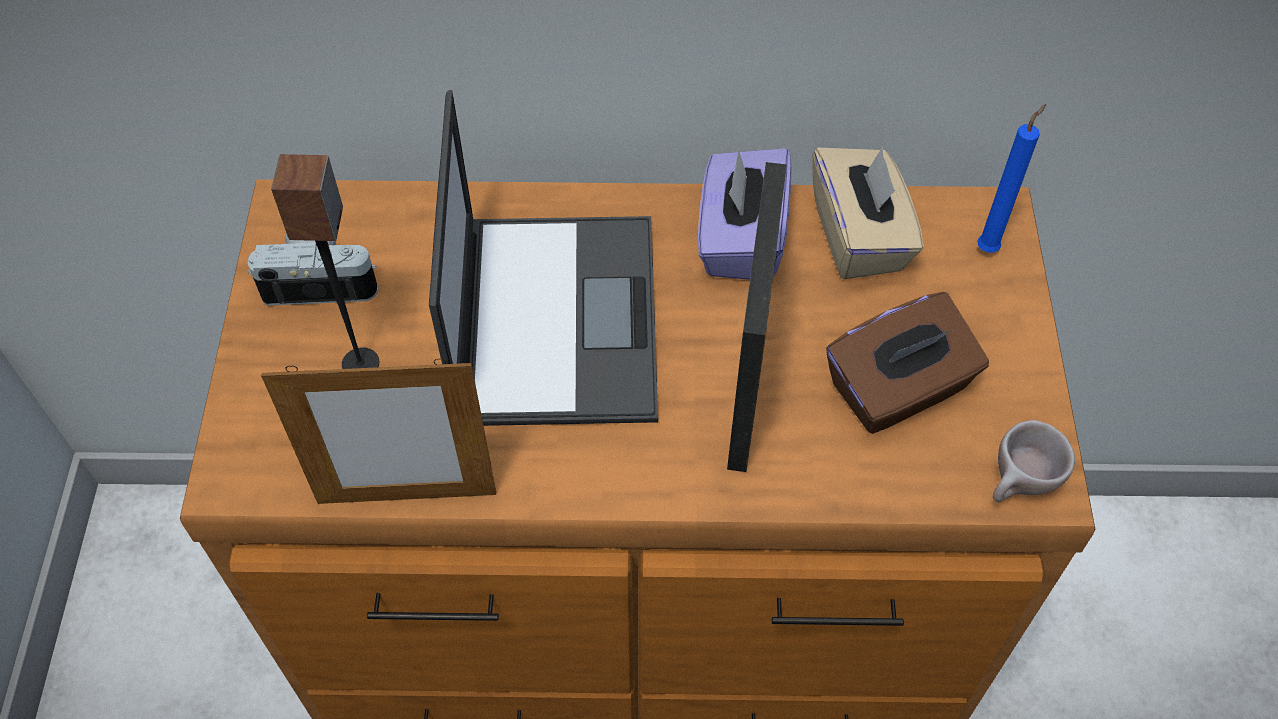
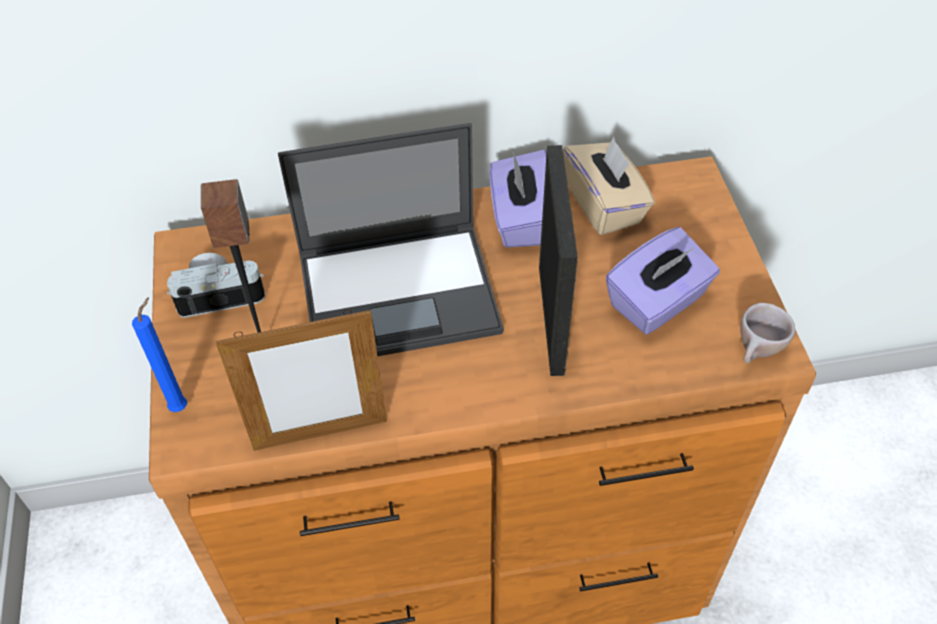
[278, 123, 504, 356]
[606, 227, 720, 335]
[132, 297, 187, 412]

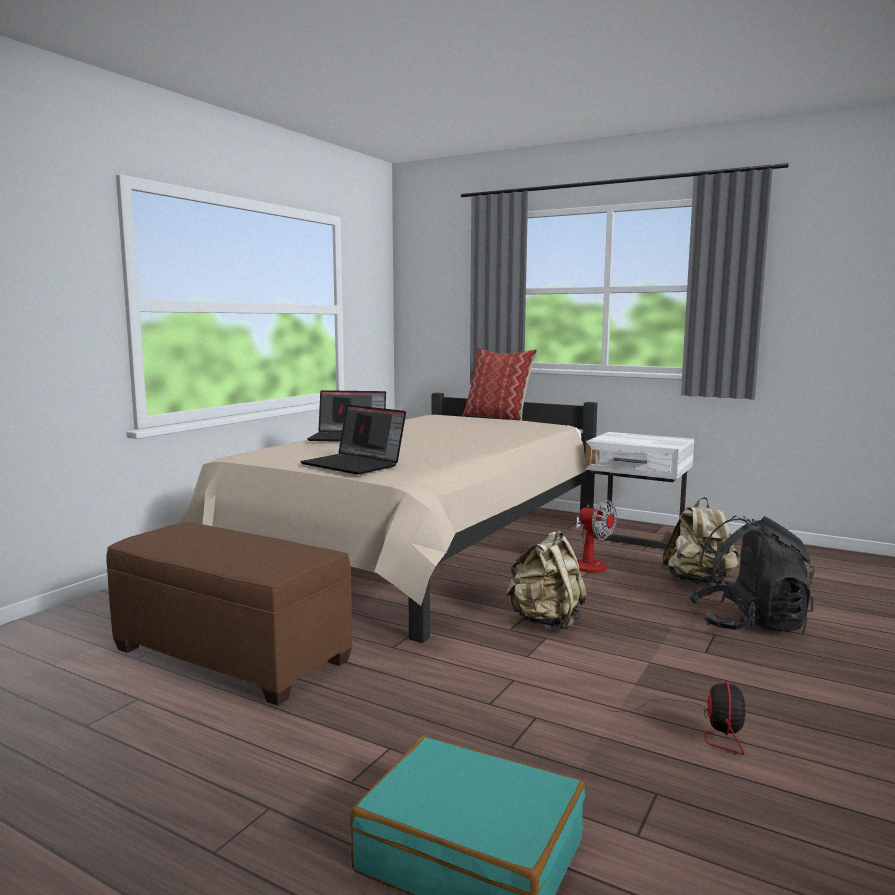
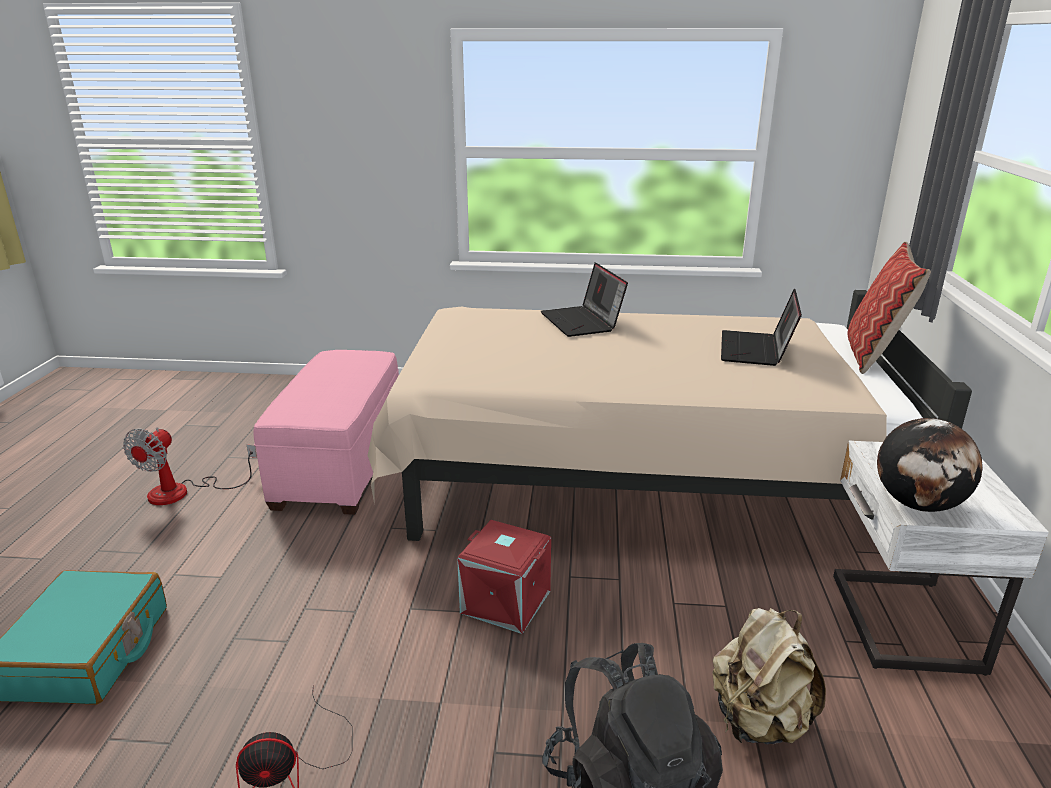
[254, 350, 399, 515]
[721, 289, 802, 366]
[457, 520, 551, 634]
[123, 427, 257, 505]
[877, 418, 983, 512]

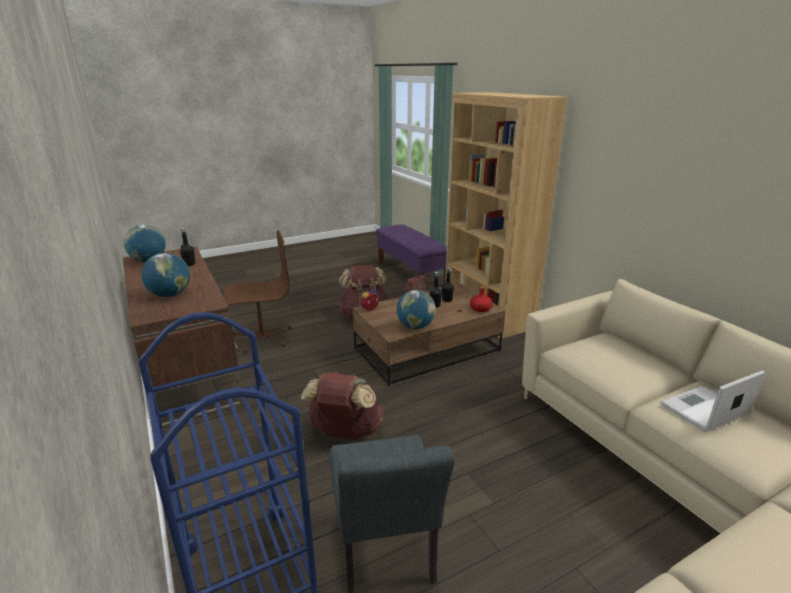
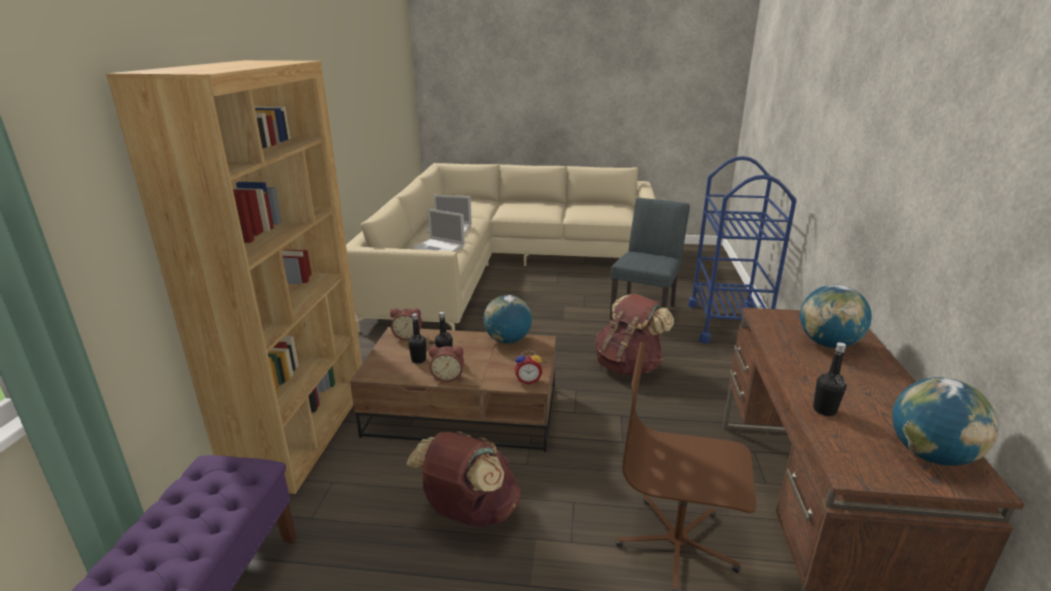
[390, 308, 422, 340]
[411, 209, 465, 252]

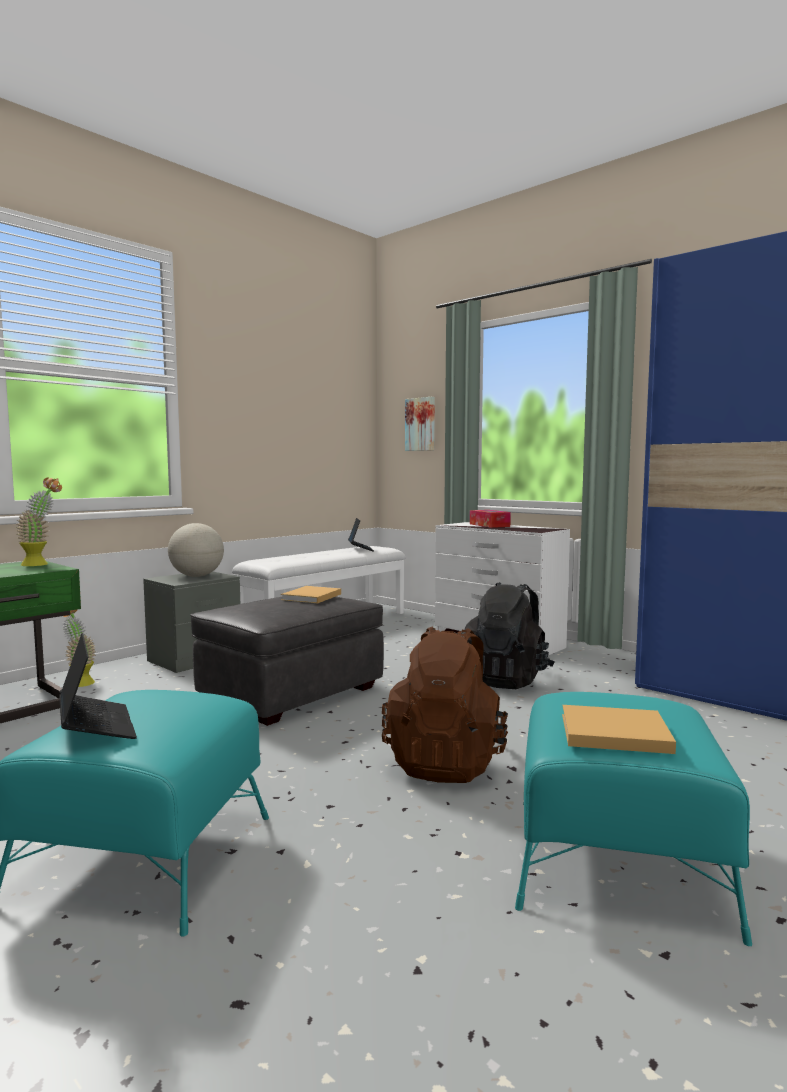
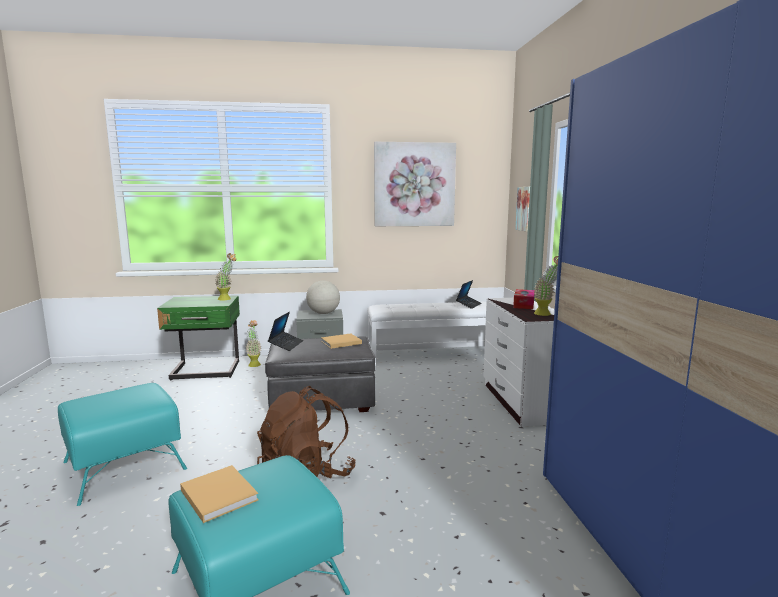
[268, 312, 303, 351]
[464, 582, 555, 689] (first image)
[374, 142, 456, 226]
[534, 256, 558, 316]

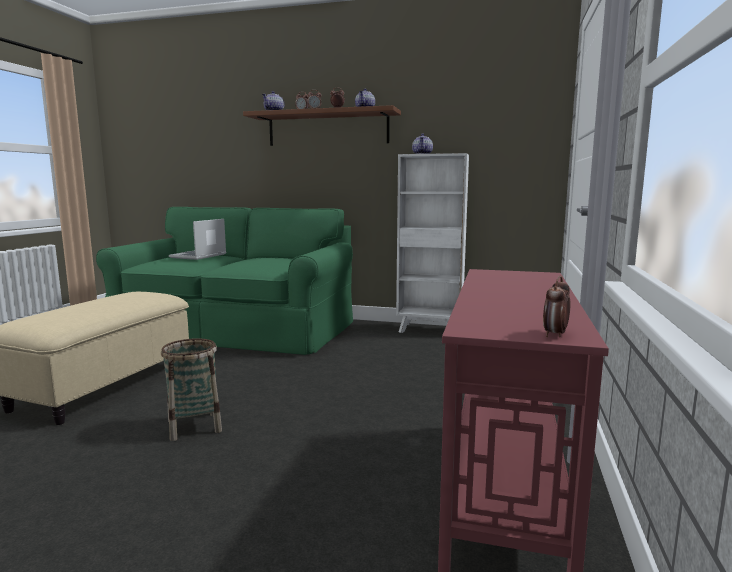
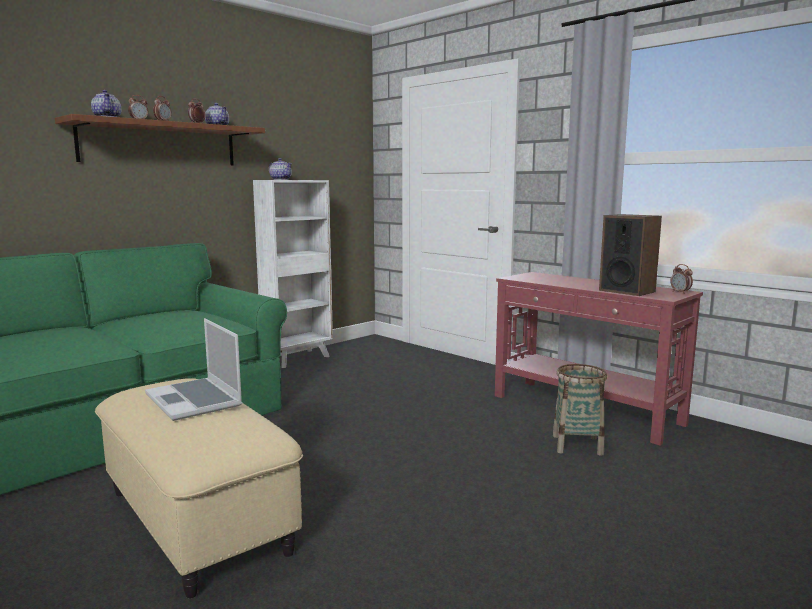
[553, 364, 607, 456]
[145, 318, 242, 421]
[599, 214, 662, 296]

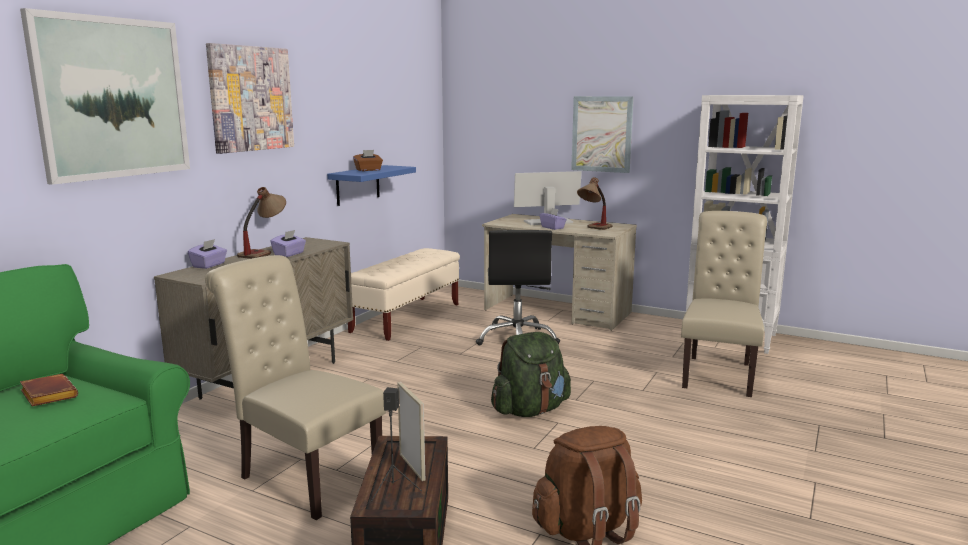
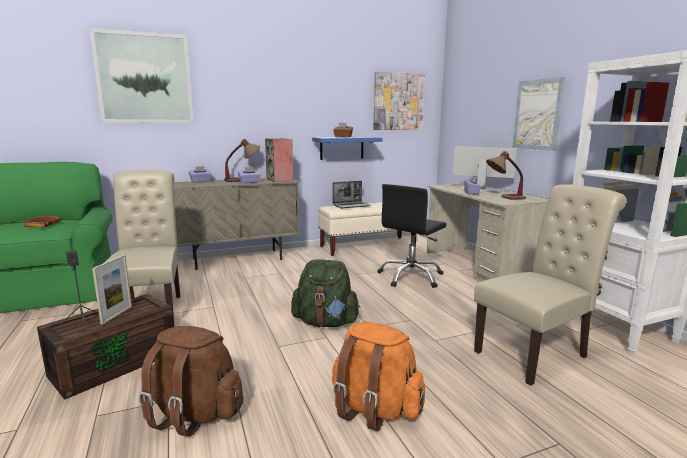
[374, 71, 425, 130]
[265, 138, 293, 182]
[332, 322, 425, 431]
[333, 181, 371, 208]

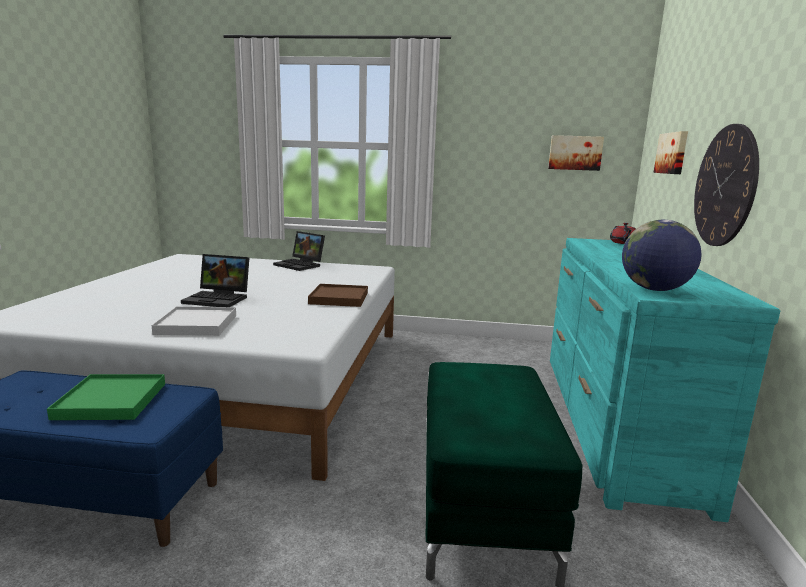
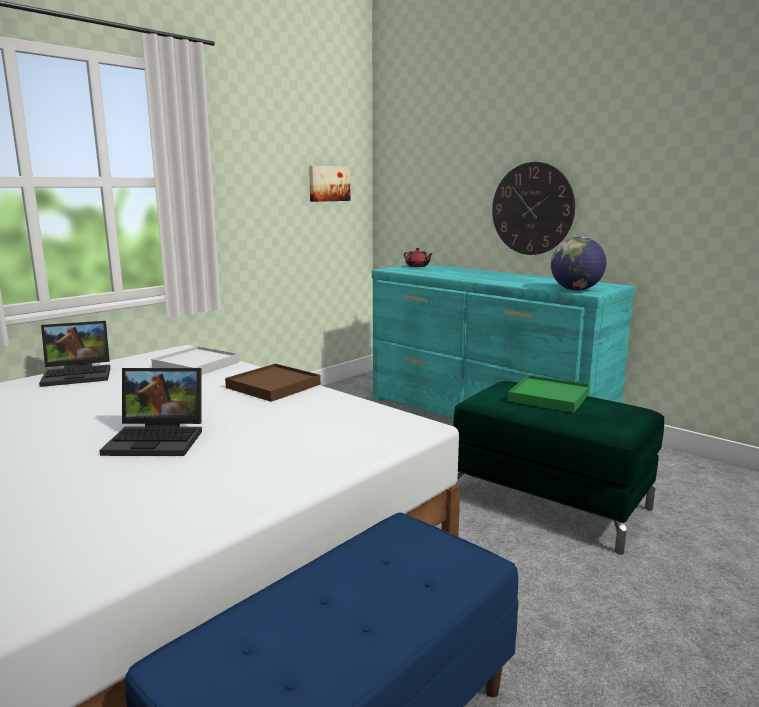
[508, 375, 590, 413]
[151, 346, 239, 375]
[99, 368, 202, 456]
[654, 131, 688, 174] (first image)

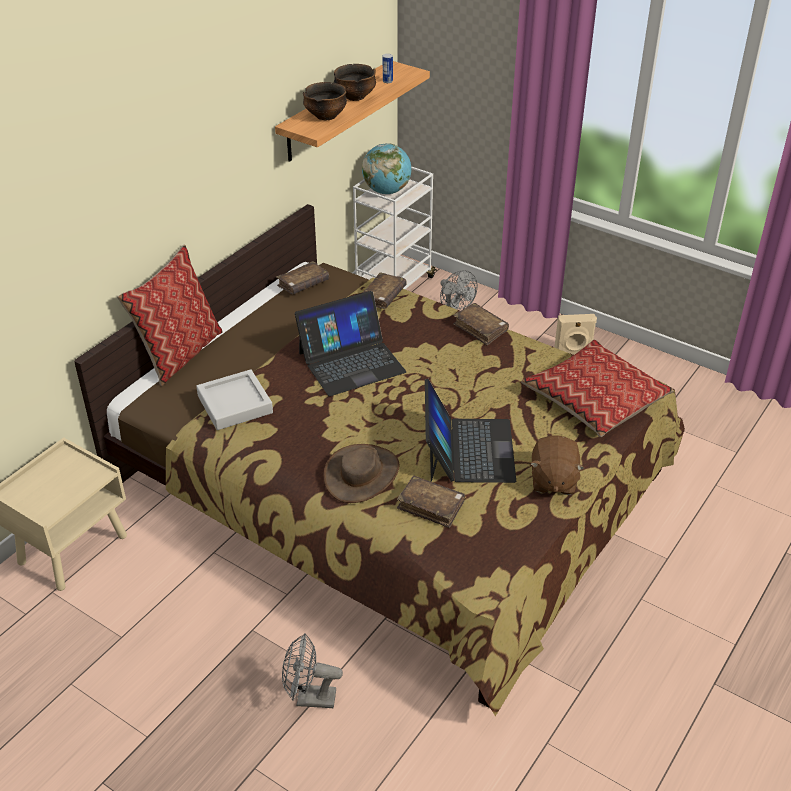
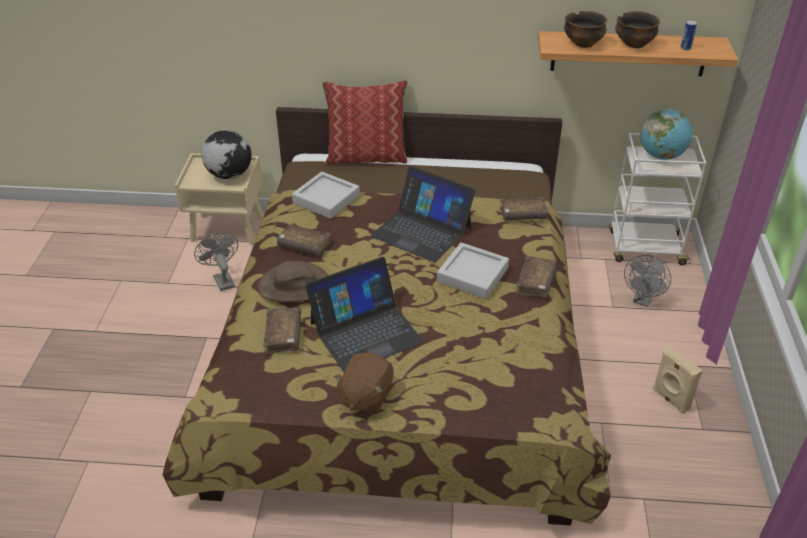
[277, 224, 331, 256]
[194, 233, 238, 291]
[521, 340, 673, 437] (first image)
[334, 353, 394, 414]
[201, 130, 252, 179]
[437, 243, 509, 299]

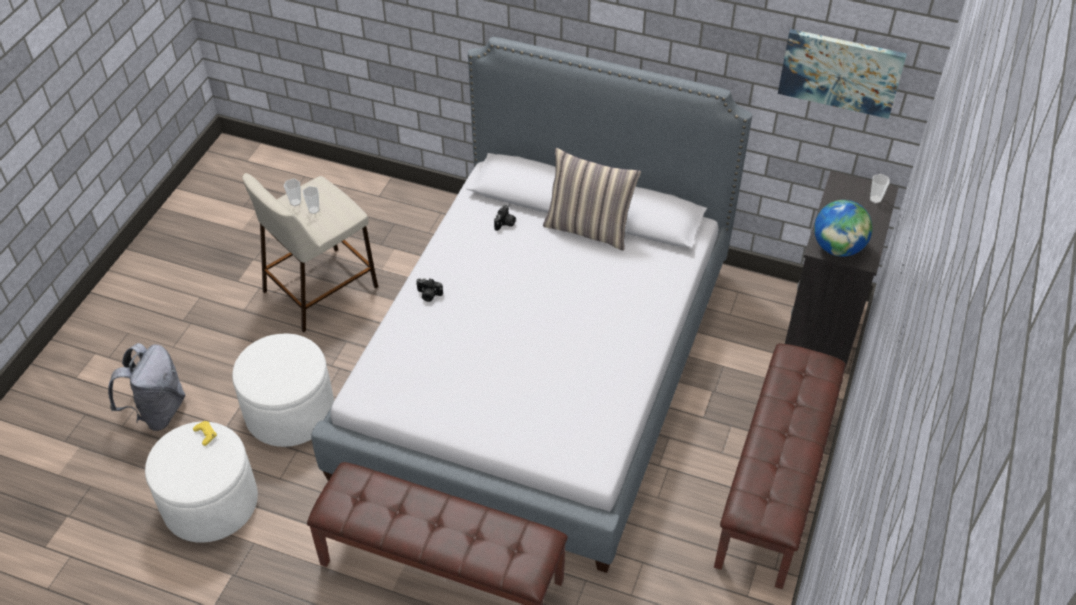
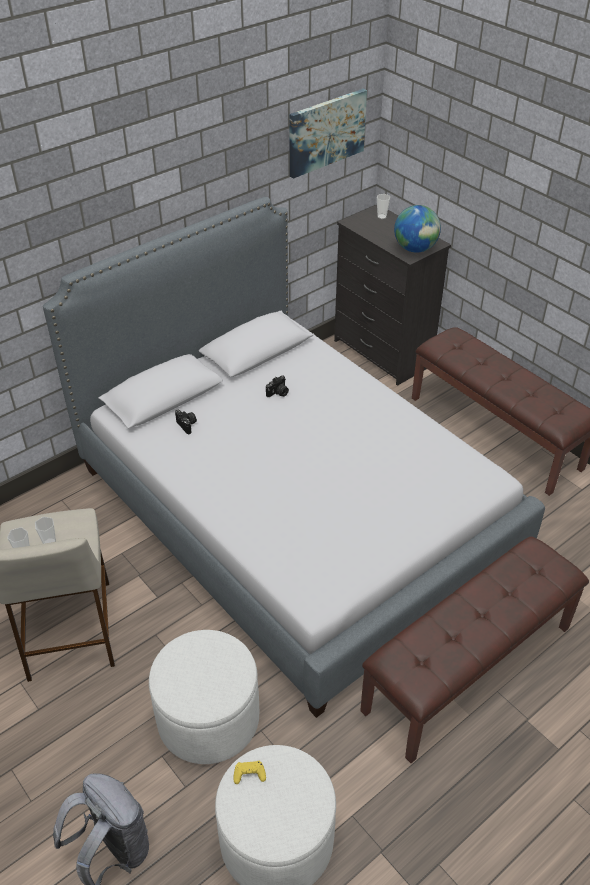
[266, 375, 289, 397]
[543, 148, 641, 251] (first image)

